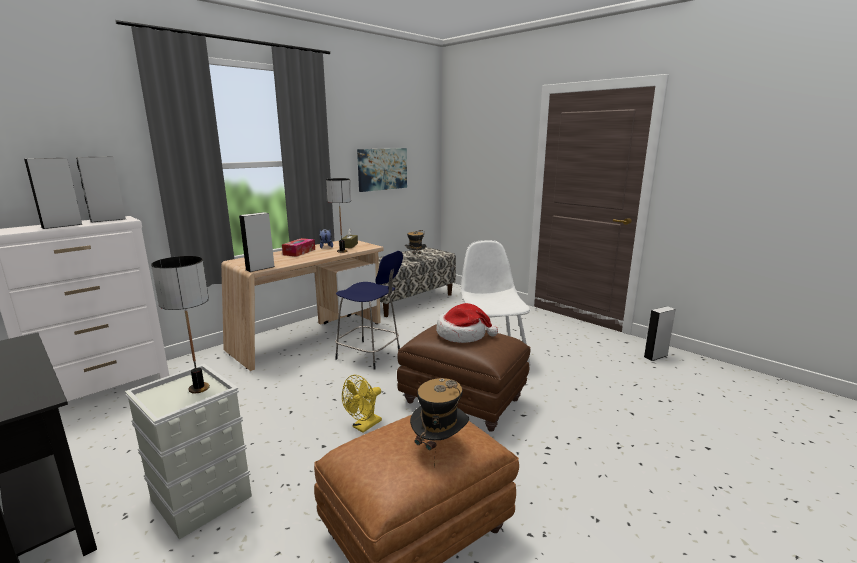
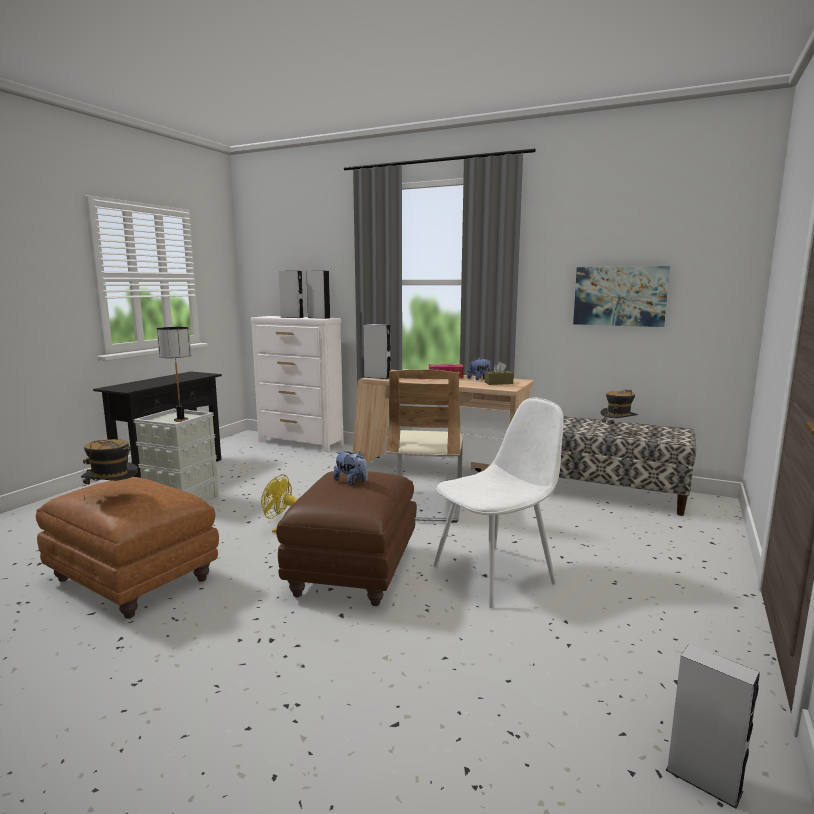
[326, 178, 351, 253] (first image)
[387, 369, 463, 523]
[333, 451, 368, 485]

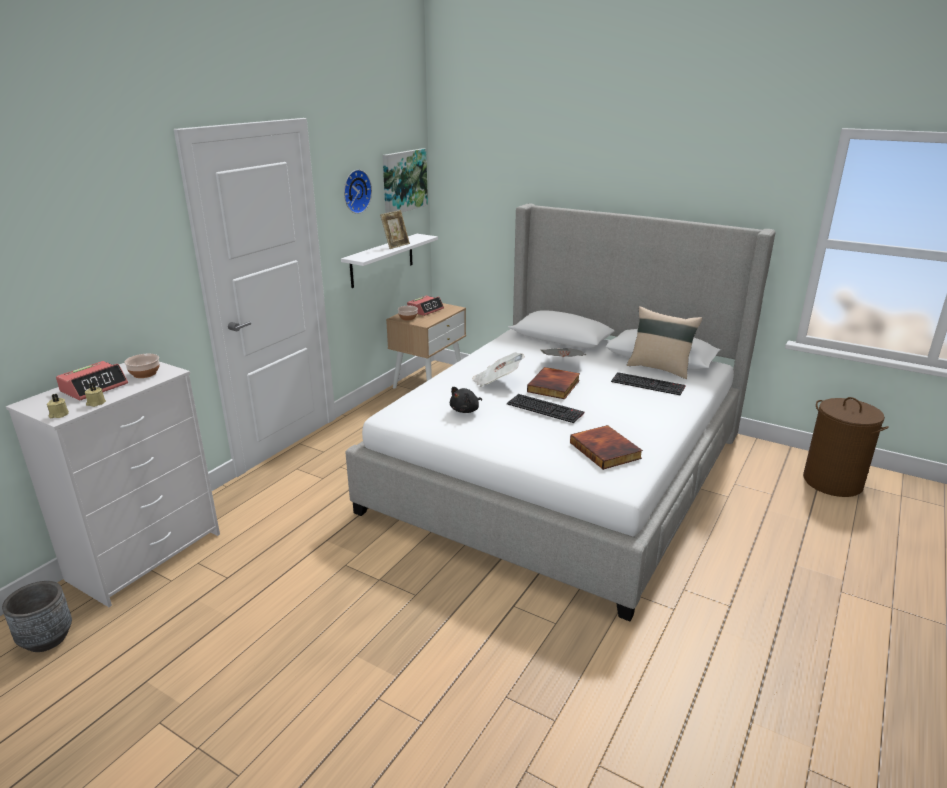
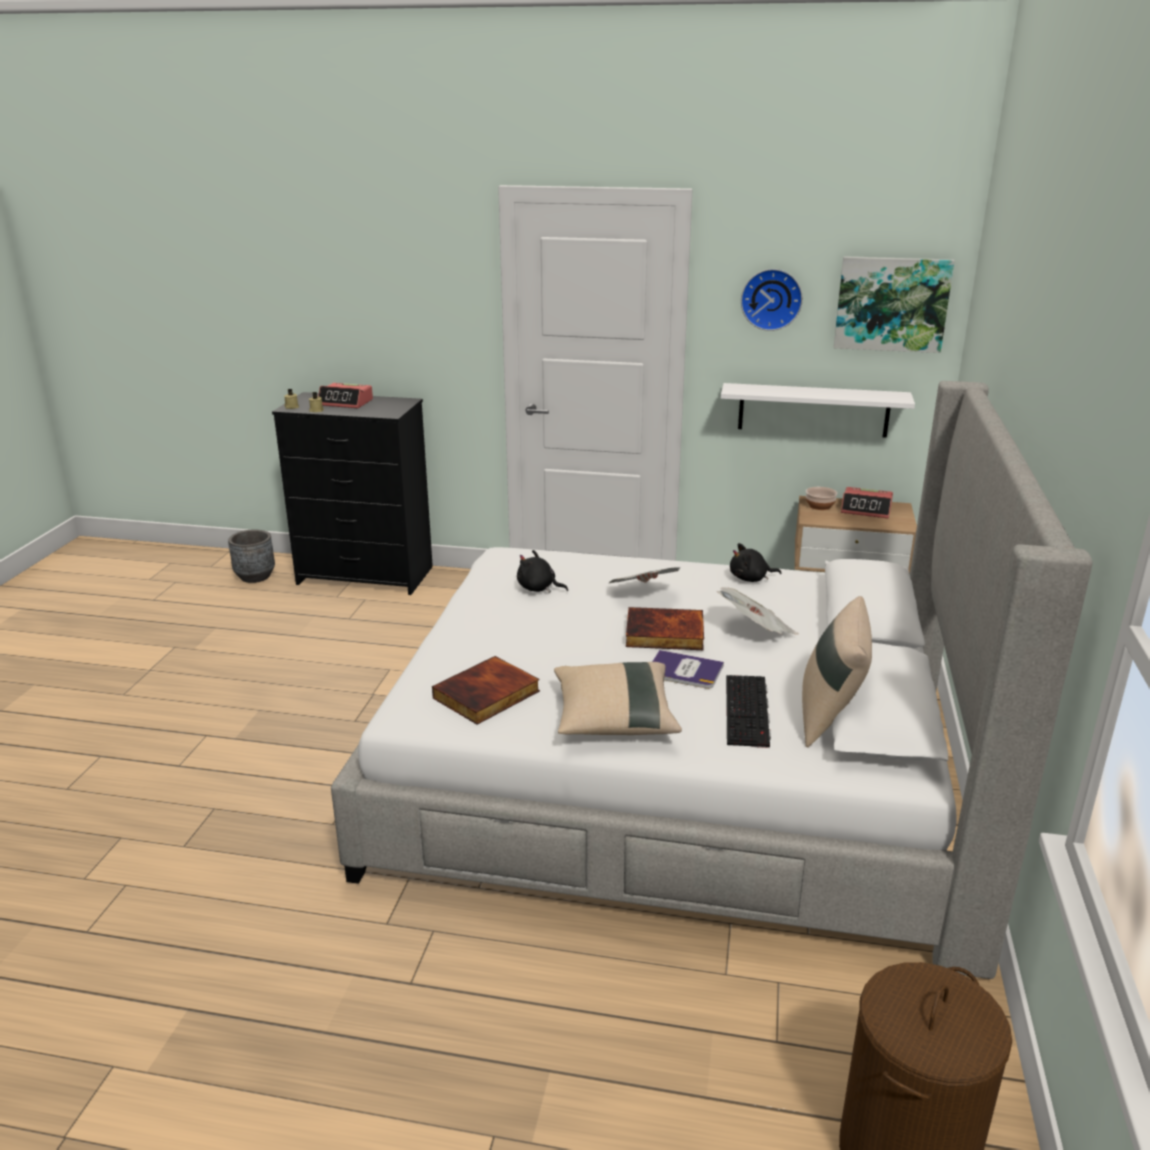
[272, 392, 433, 595]
[124, 354, 160, 378] (first image)
[380, 210, 410, 249] (first image)
[507, 394, 584, 423] (first image)
[554, 662, 682, 735]
[652, 650, 724, 689]
[730, 543, 782, 582]

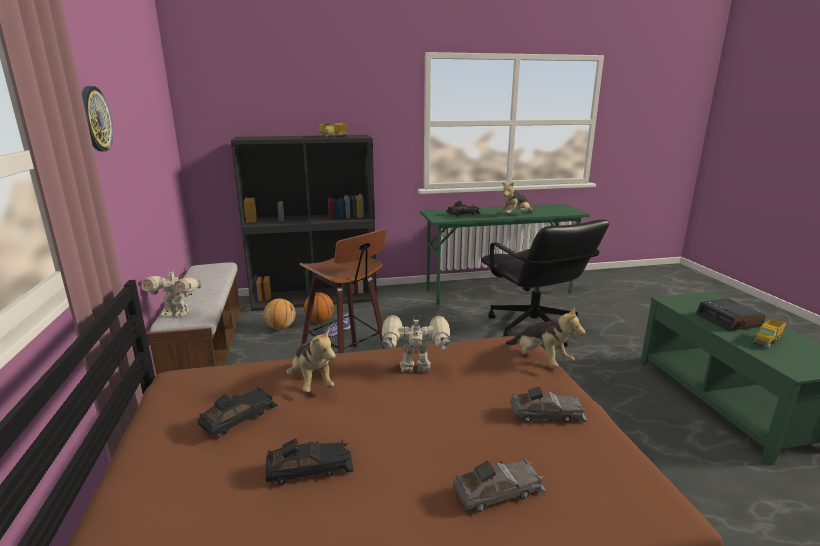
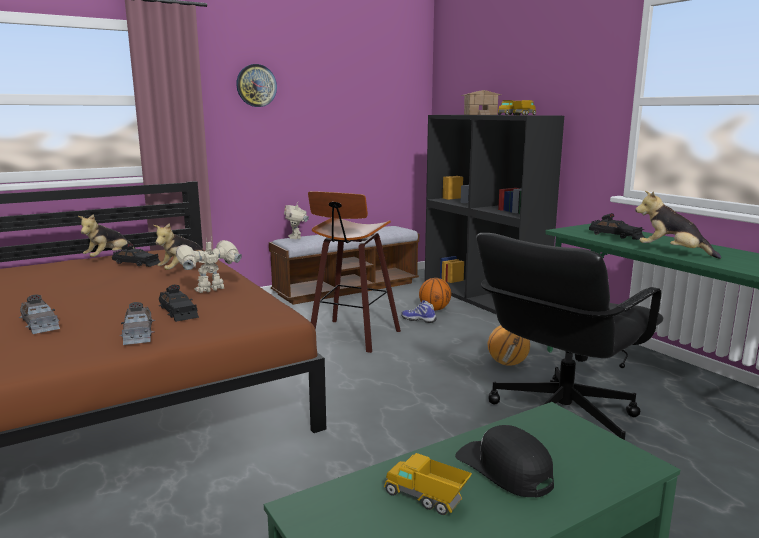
[488, 325, 530, 366]
[159, 285, 199, 322]
[176, 238, 242, 293]
[78, 214, 136, 257]
[455, 425, 554, 497]
[461, 90, 501, 115]

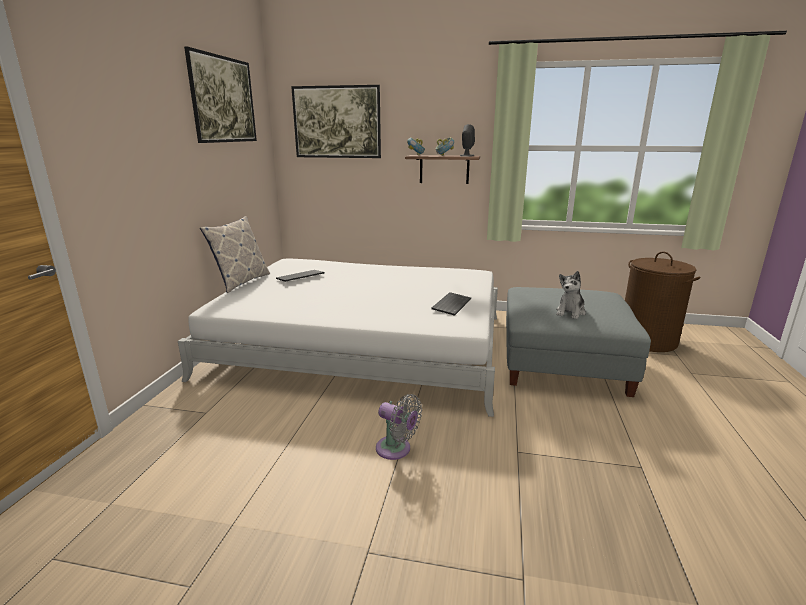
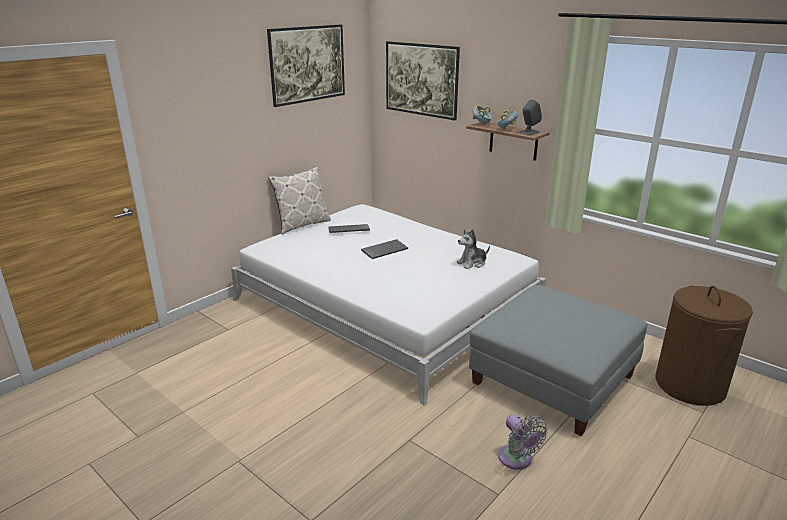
[498, 414, 548, 470]
[361, 239, 408, 259]
[457, 229, 490, 269]

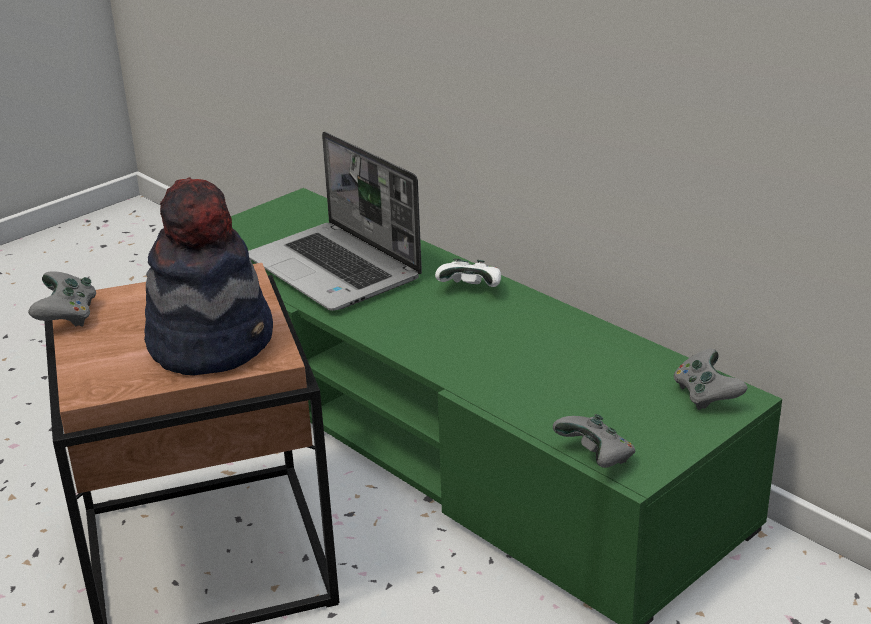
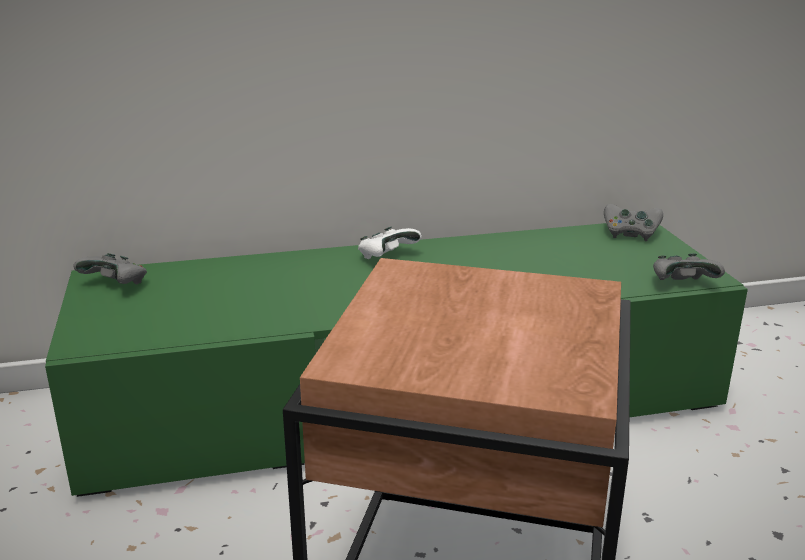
[73, 253, 147, 285]
[144, 177, 273, 376] (first image)
[248, 131, 422, 311] (first image)

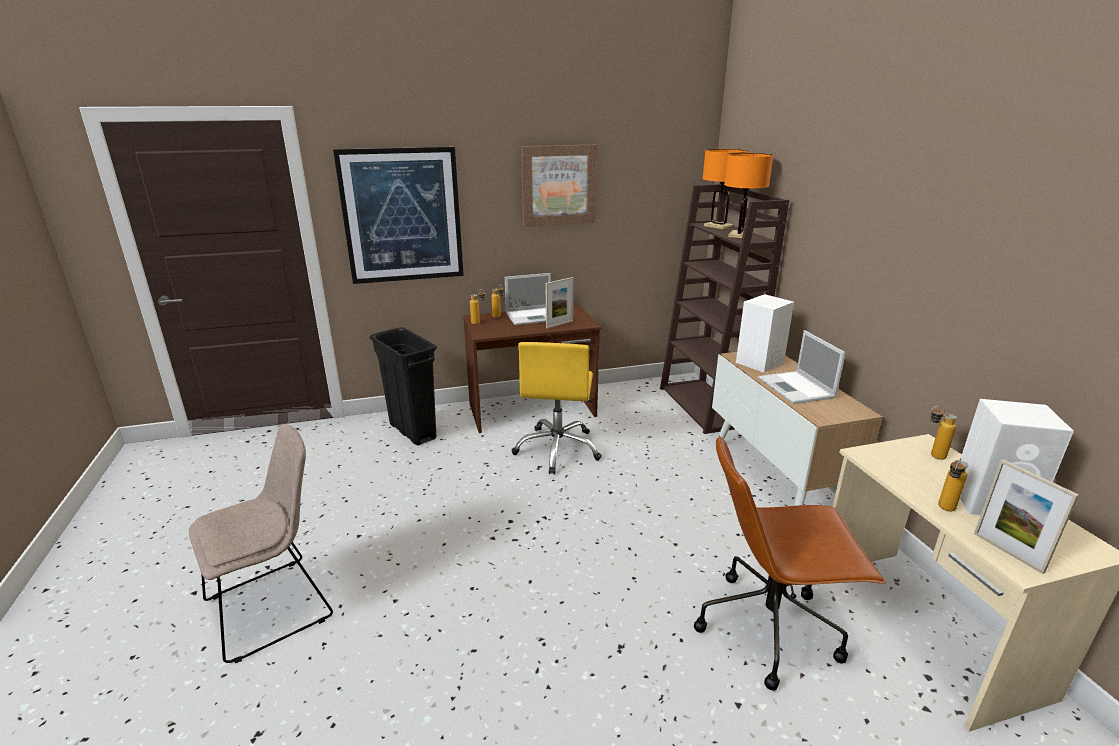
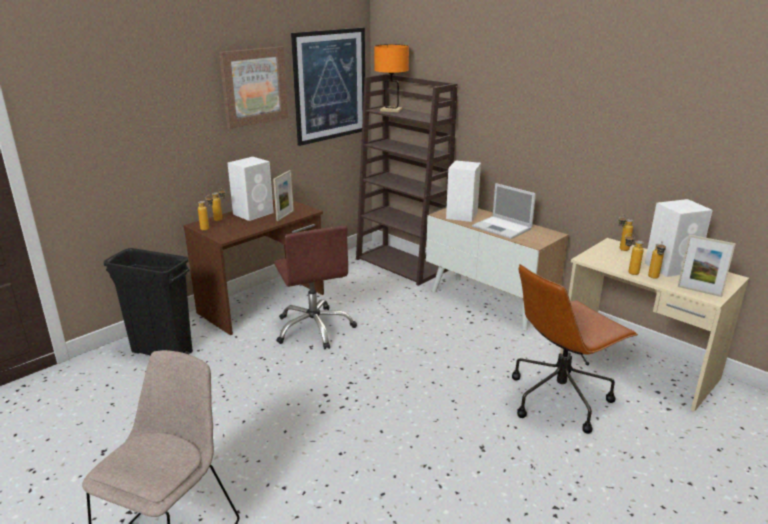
[291, 28, 365, 146]
[228, 157, 274, 221]
[274, 226, 357, 350]
[724, 153, 773, 238] (first image)
[625, 233, 644, 275]

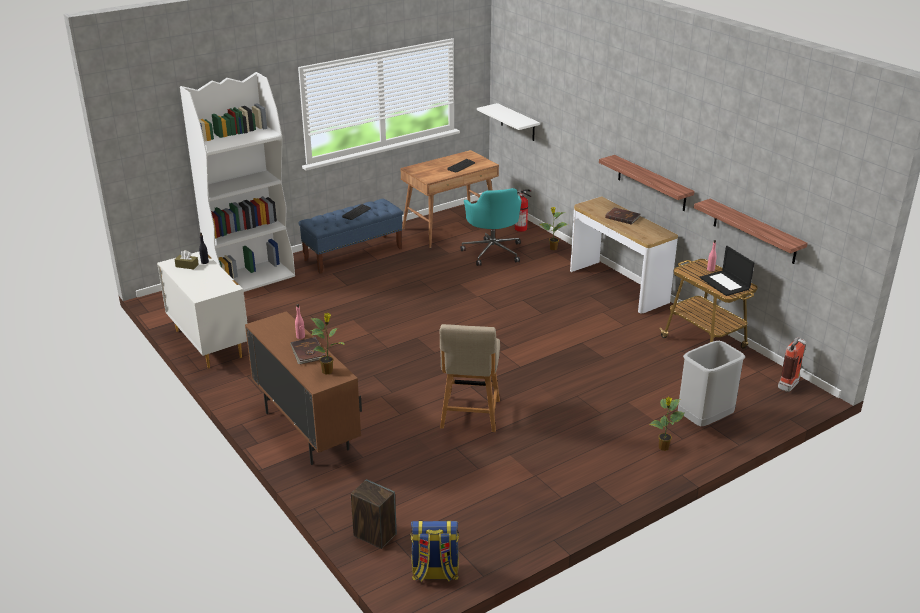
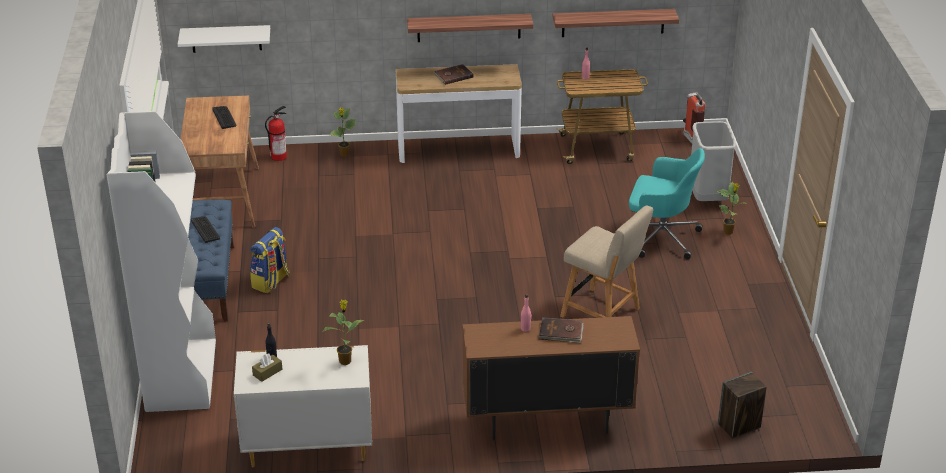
[324, 300, 364, 365]
[250, 227, 290, 293]
[629, 148, 705, 259]
[700, 246, 754, 296] (first image)

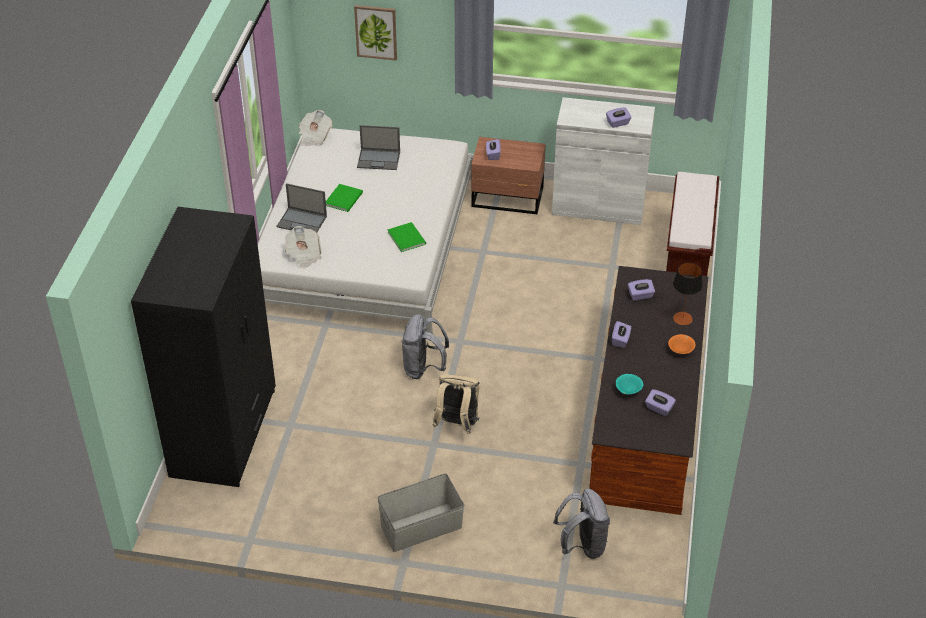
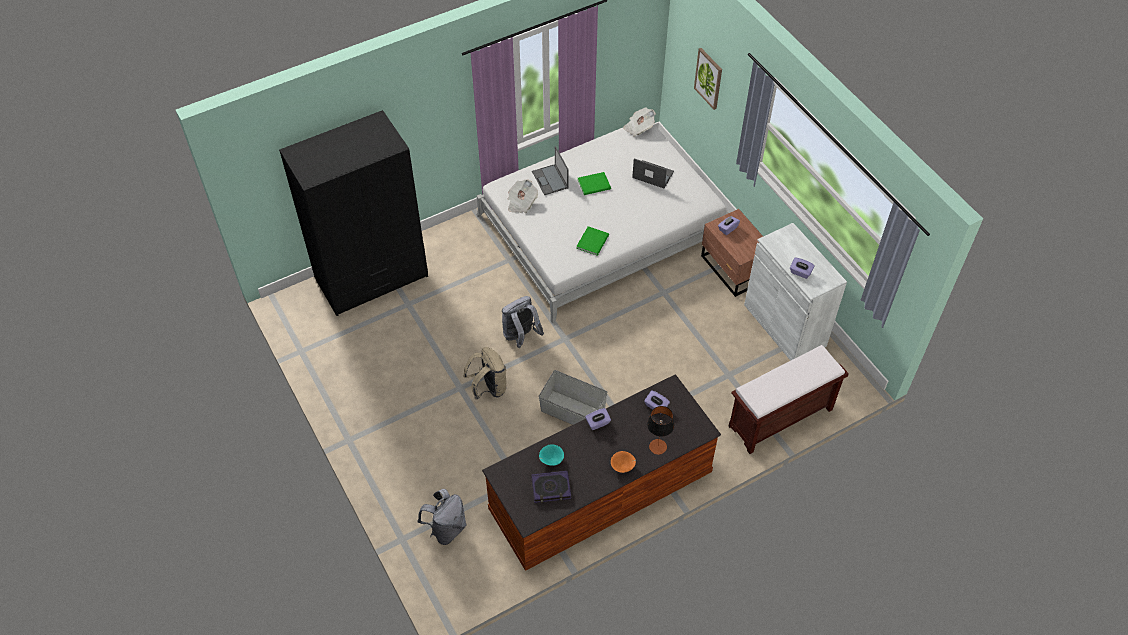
[632, 158, 674, 189]
[538, 370, 608, 425]
[531, 471, 571, 503]

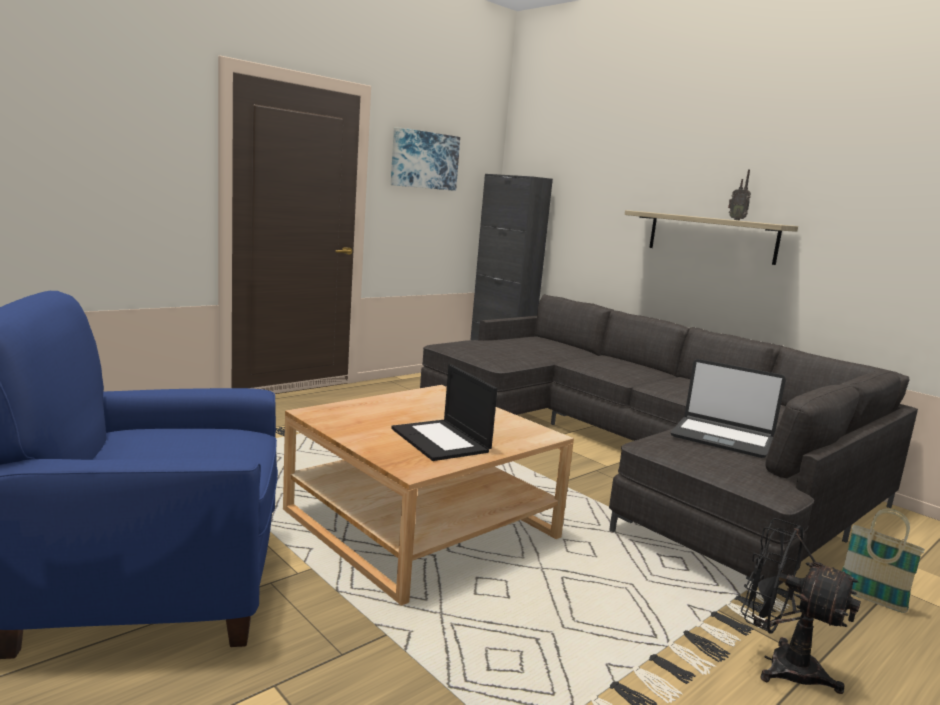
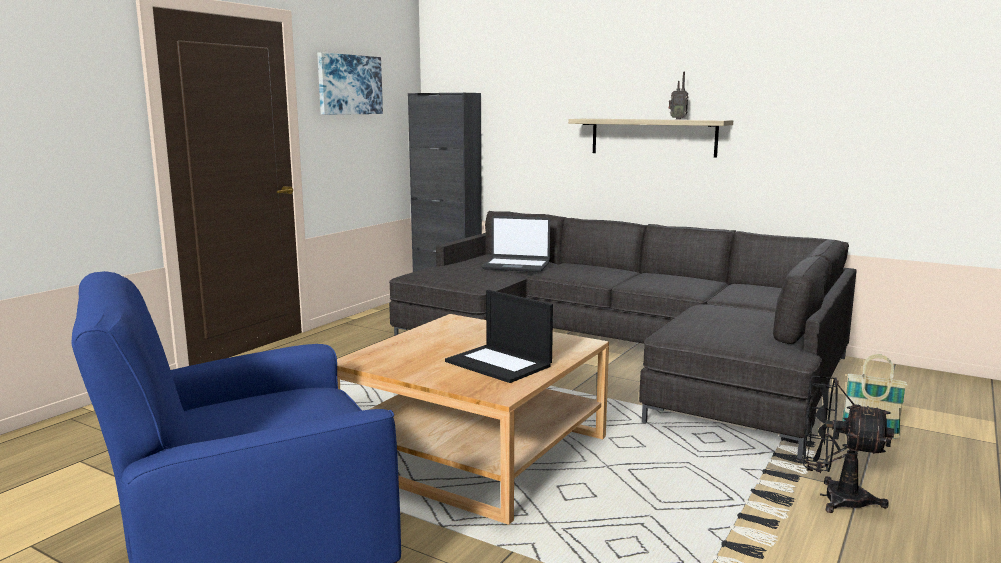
[481, 216, 550, 272]

